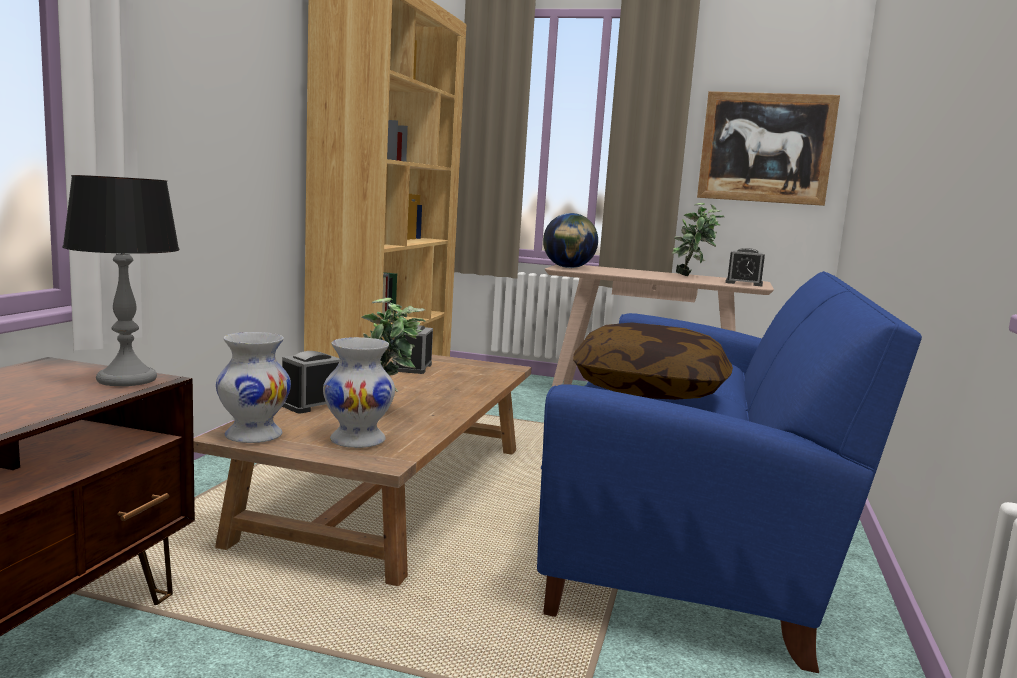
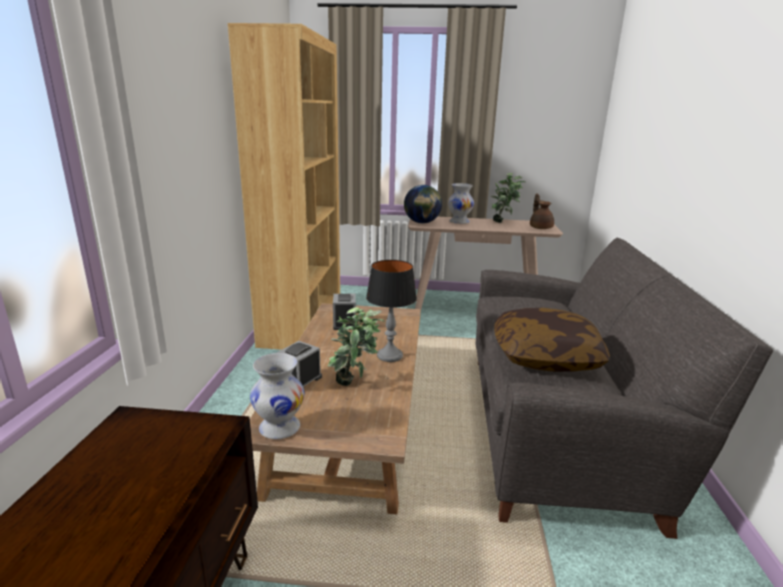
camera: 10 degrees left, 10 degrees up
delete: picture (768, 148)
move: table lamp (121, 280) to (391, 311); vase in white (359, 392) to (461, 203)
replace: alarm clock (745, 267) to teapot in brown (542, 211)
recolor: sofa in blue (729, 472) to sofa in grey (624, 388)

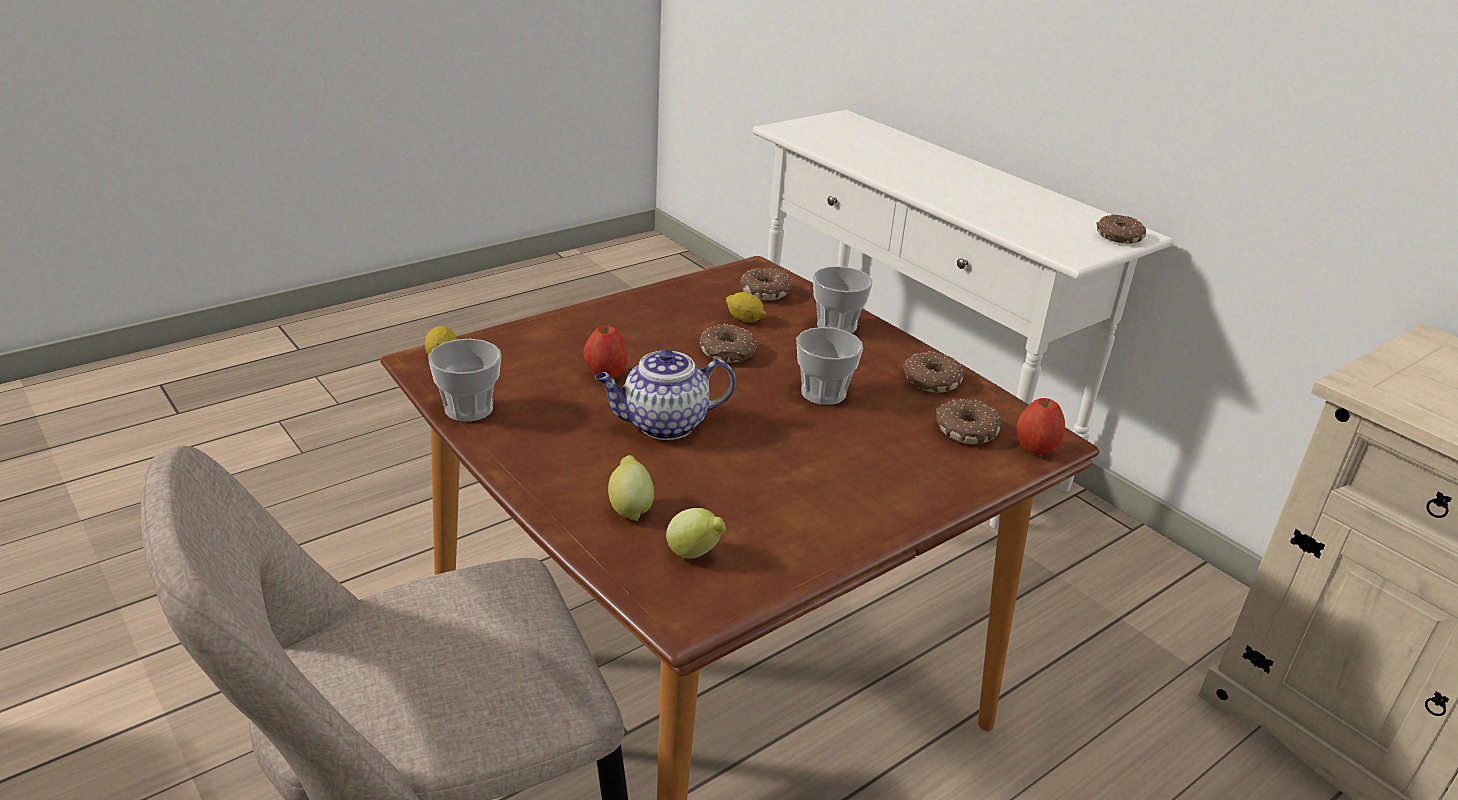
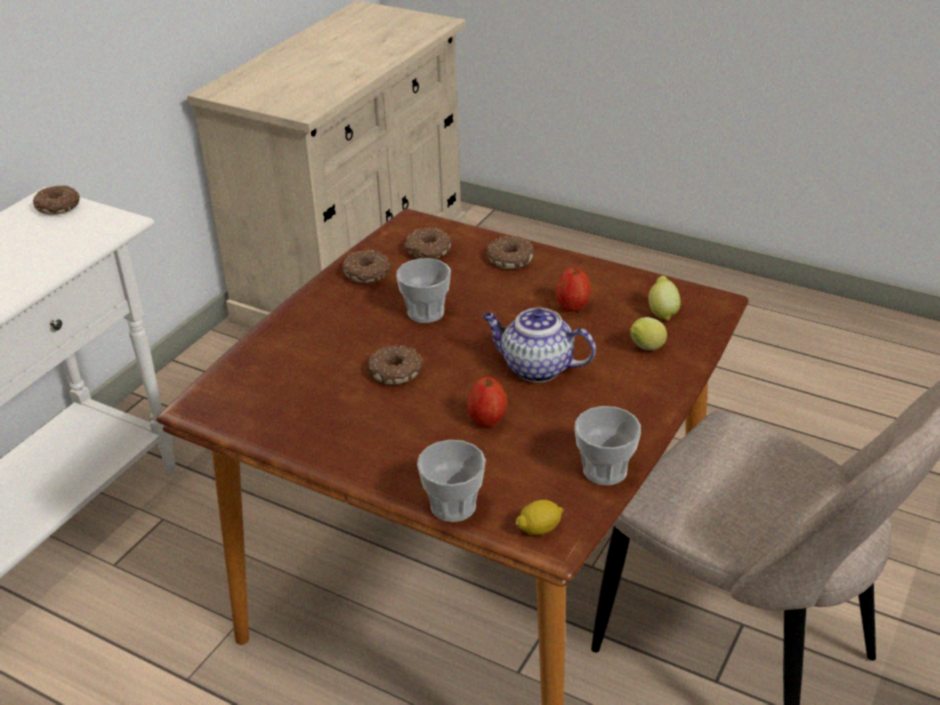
camera: 110 degrees left, 5 degrees up
delete: lemon (746, 307)
move: cup (843, 299) to (451, 481); donut (766, 284) to (510, 252); apple (1041, 426) to (574, 289)
rotate: teapot (665, 394) = (539, 345) 150 degrees clockwise

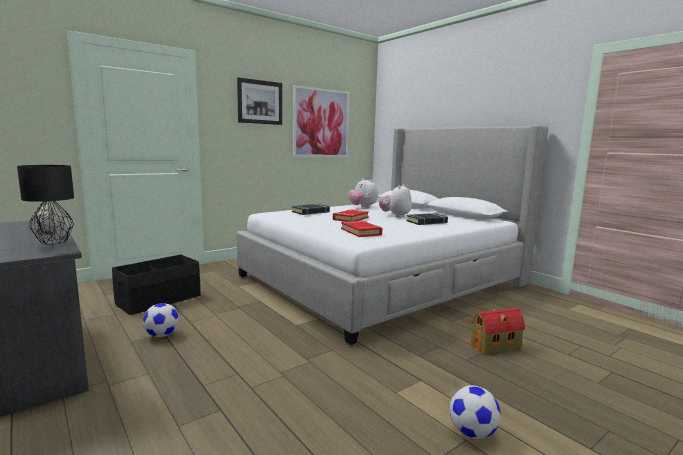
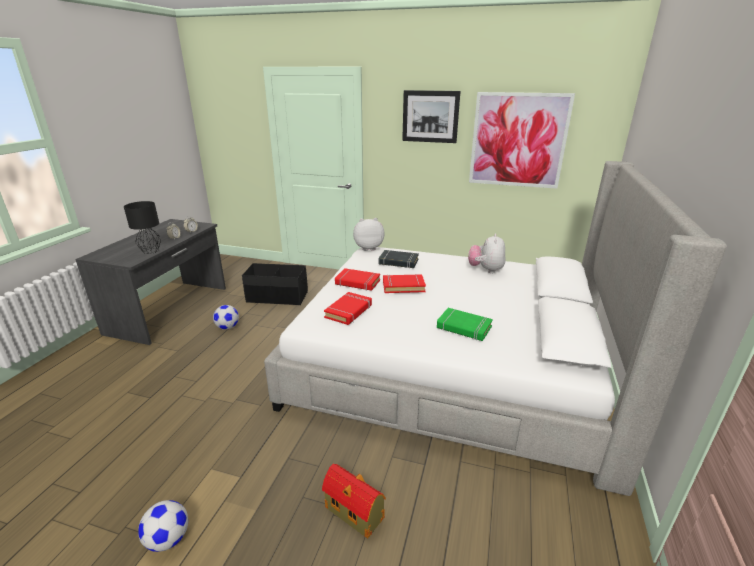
camera: 55 degrees right, 15 degrees up
insert: book in red (357, 279)
move: plush toy (395, 201) to (369, 234)
recolor: book in black (427, 219) to book in green (465, 324)

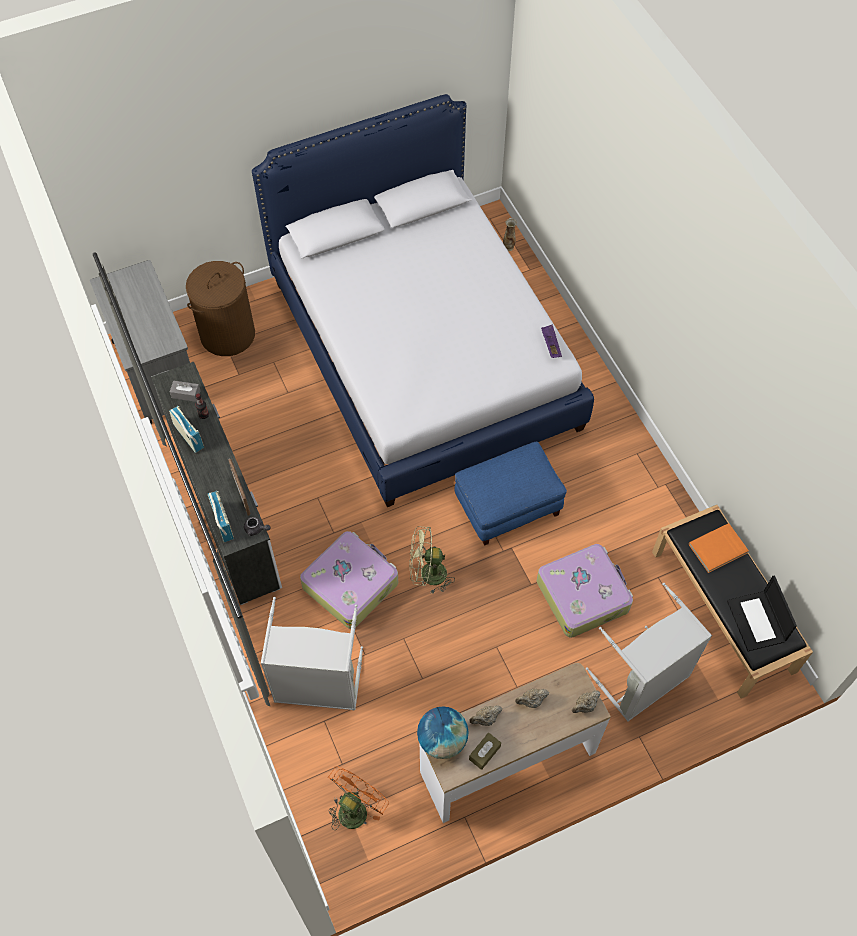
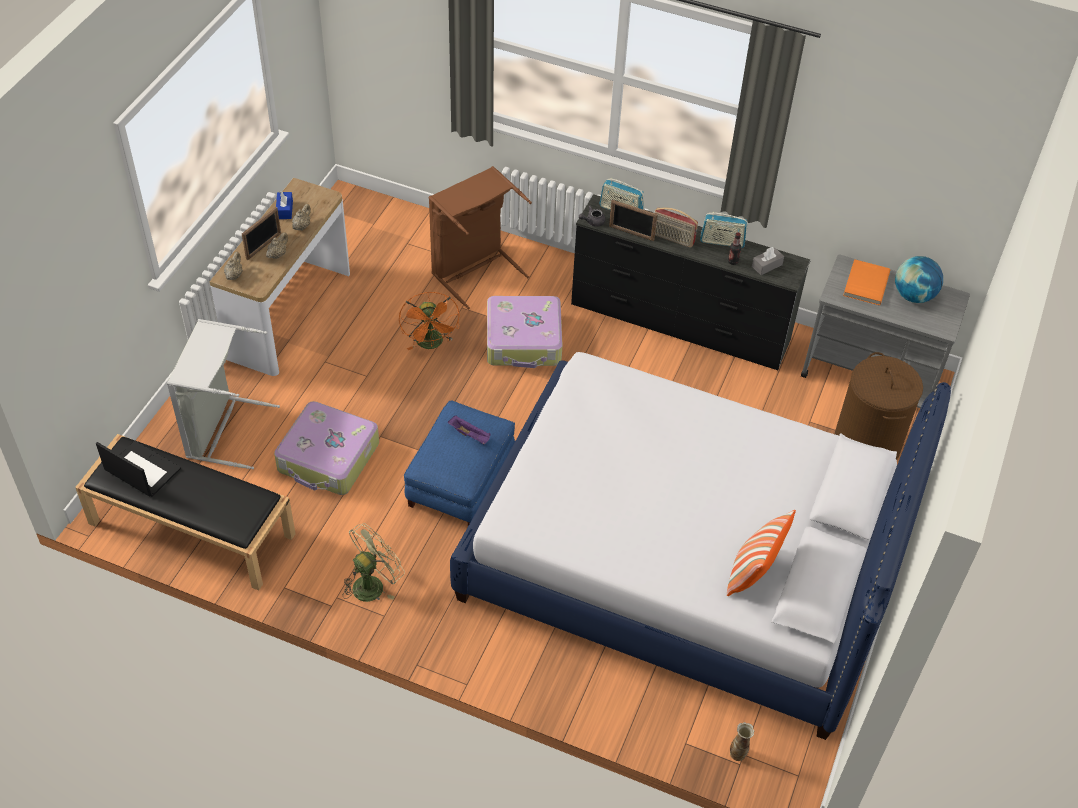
camera: 135 degrees right, 10 degrees down
insert: picture frame (261, 233); radio (676, 228); pillow (761, 553)
move: tray in purple (551, 341) to (469, 430); book in orange (719, 548) to (866, 282); fan in green (432, 560) to (374, 562); globe (443, 732) to (919, 279); fan in orange (358, 798) to (429, 321)
recolor: dresser in white (216, 483) to dresser in black (691, 282); laundry basket in grey (312, 653) to laundry basket in brown (480, 237); tissue box in brown (485, 751) to tissue box in blue (284, 205)

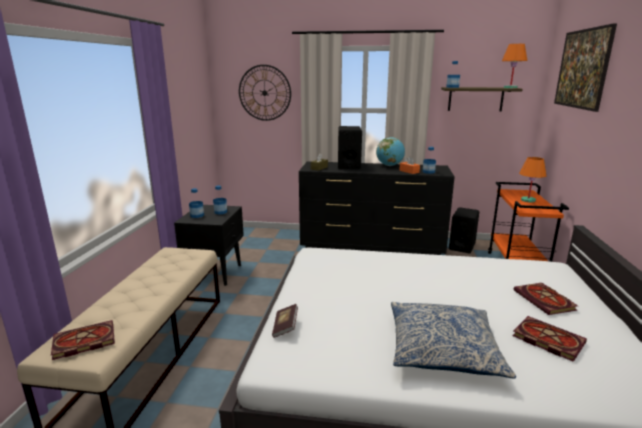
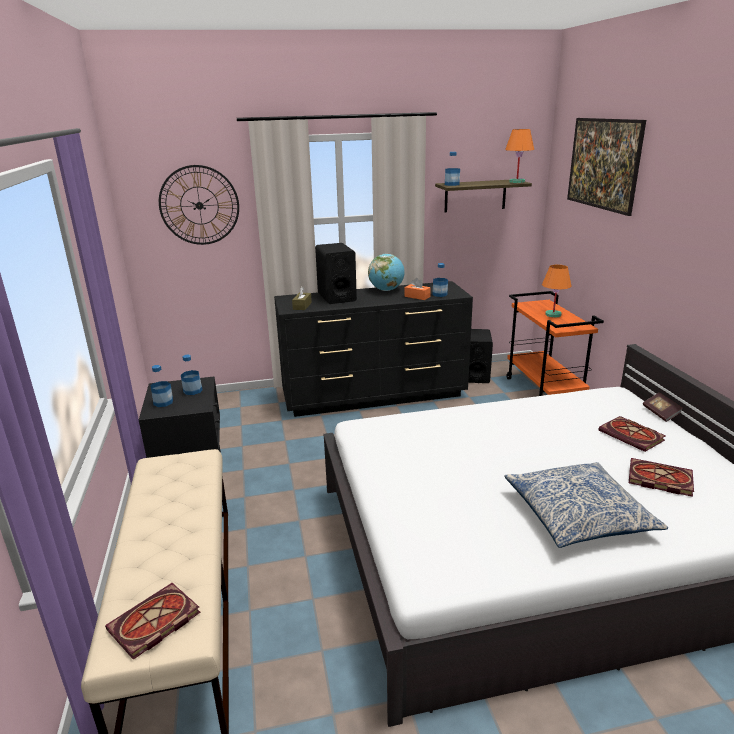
camera: 20 degrees left, 5 degrees up
move: book (285, 321) to (662, 407)

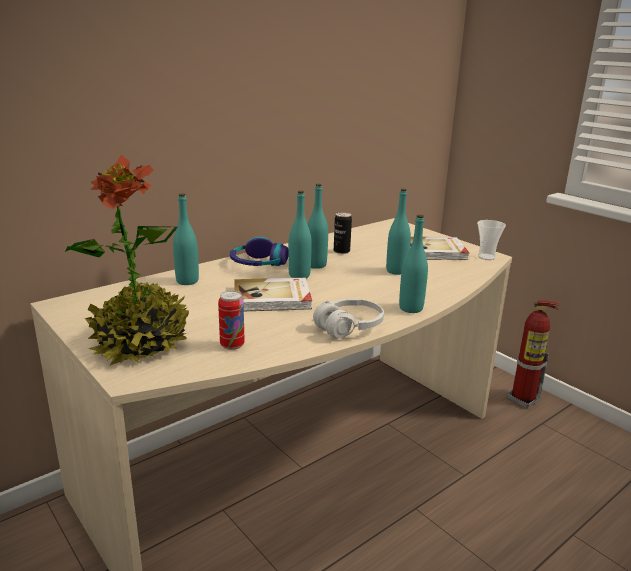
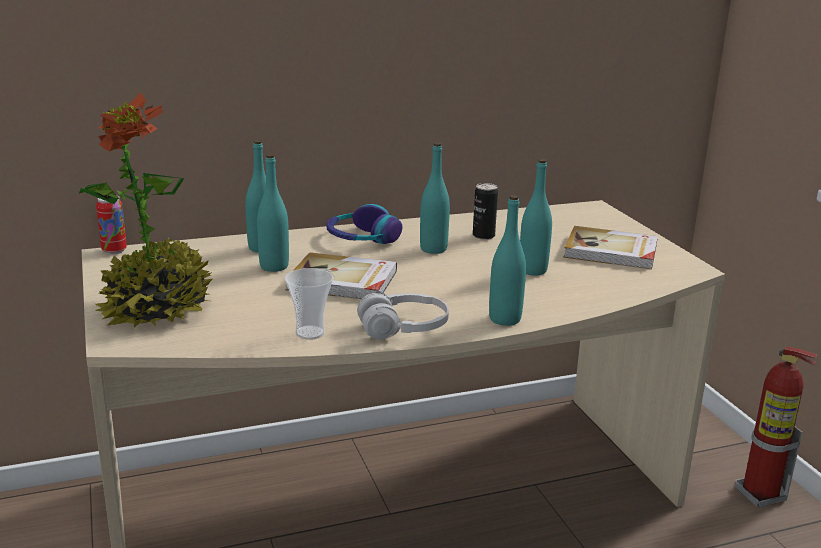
camera: 20 degrees right, 0 degrees up
move: bottle in turquoise (300, 234) to (273, 213); cup (491, 240) to (309, 304); can (231, 320) to (111, 224)

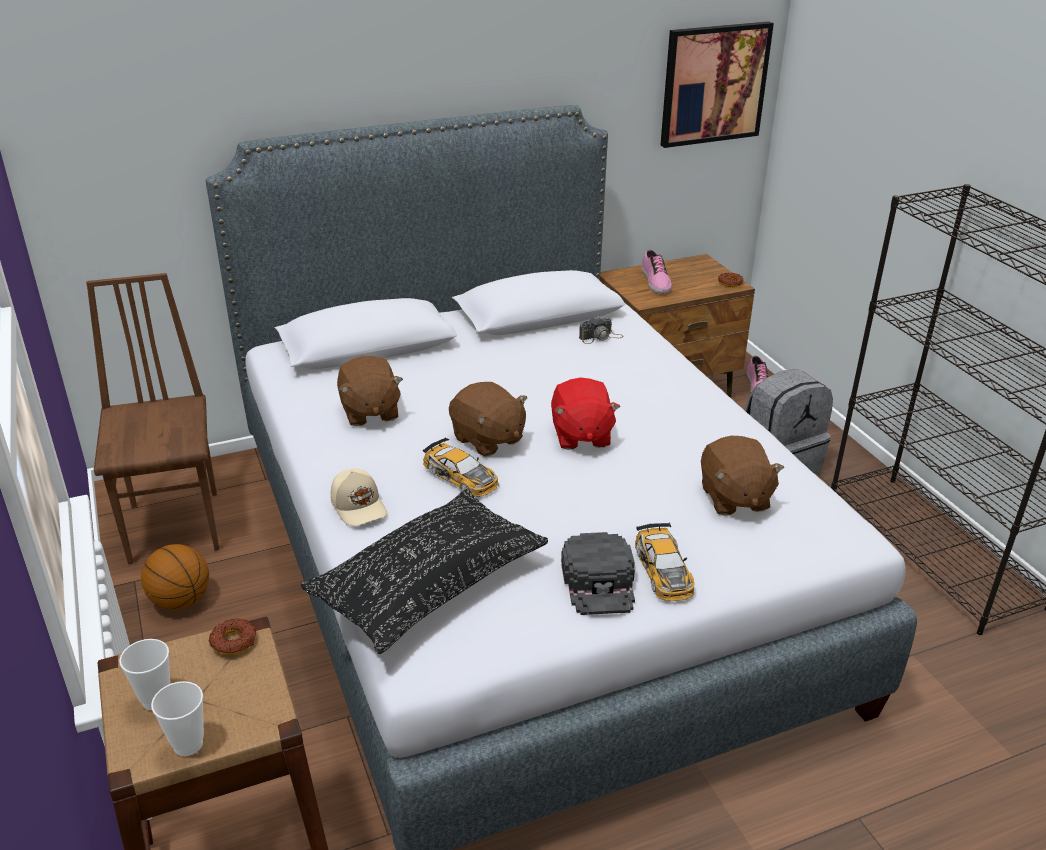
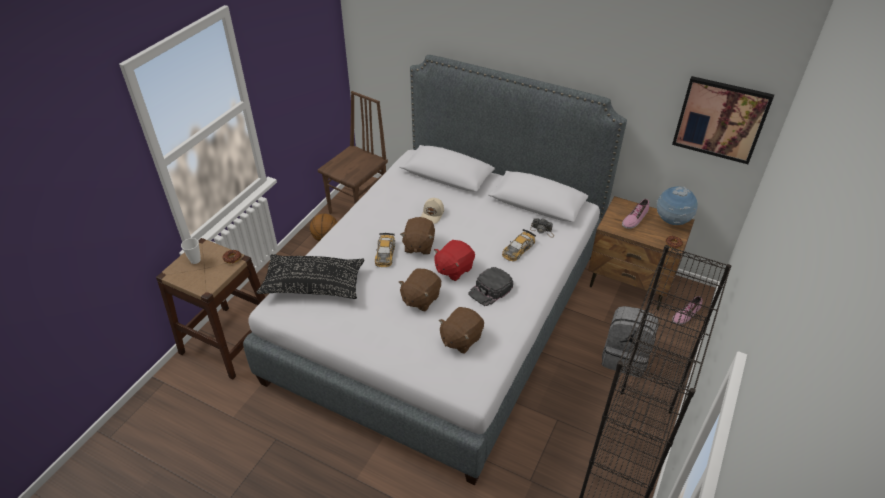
camera: 50 degrees right, 10 degrees up
delete: cup (177, 718)
insert: globe (677, 205)
move: plush toy in brown (370, 391) to (420, 290); cap in beige (359, 497) to (432, 211); toy car (664, 562) to (519, 245); cap in black (598, 573) to (490, 286)

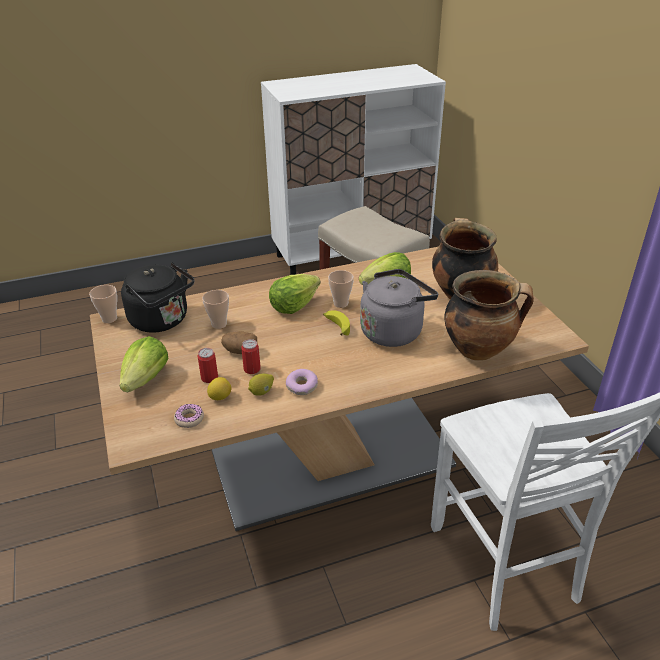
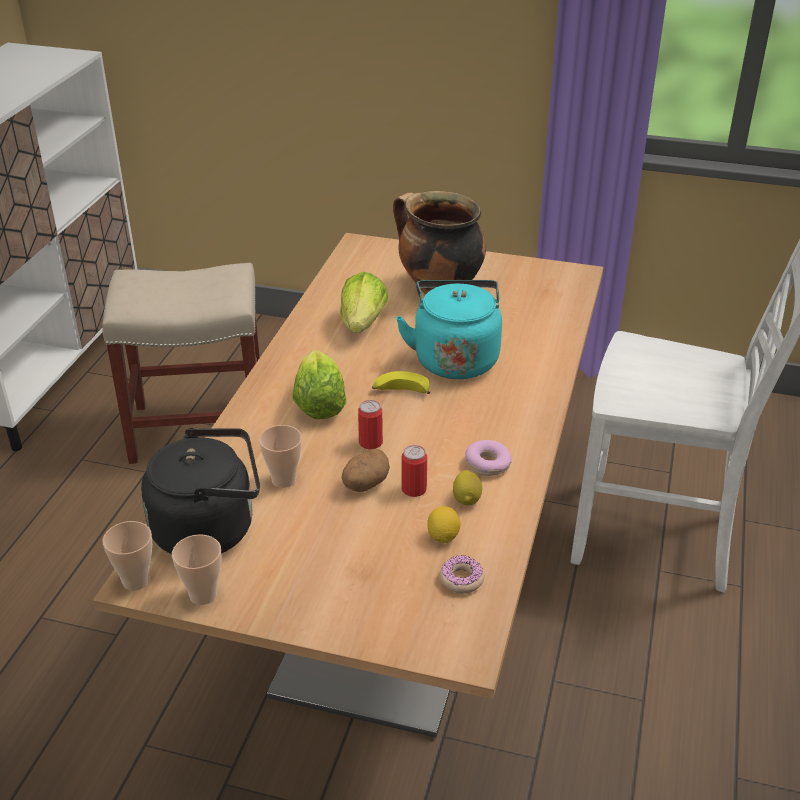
camera: 55 degrees left, 0 degrees up
delete: cooking pot (489, 315); lettuce (143, 364)
move: cup (341, 289) to (196, 569); can (208, 365) to (370, 424)
recolor: kettle in grey (399, 308) to kettle in turquoise (449, 329)

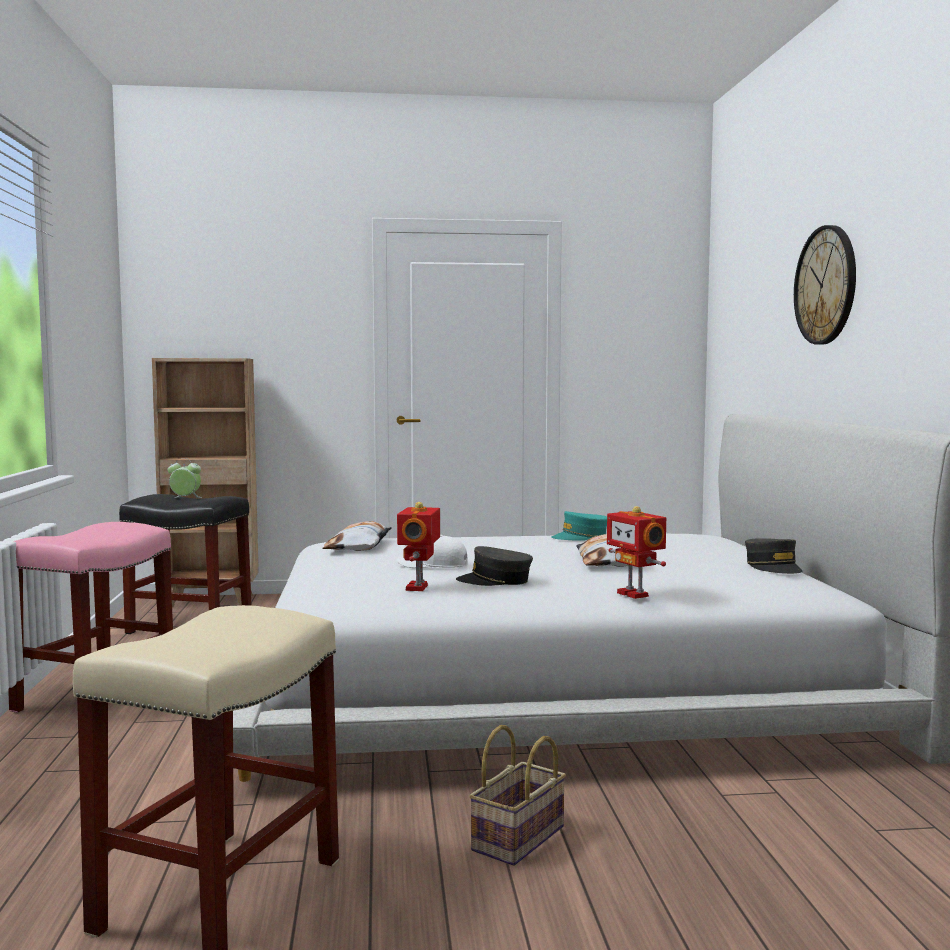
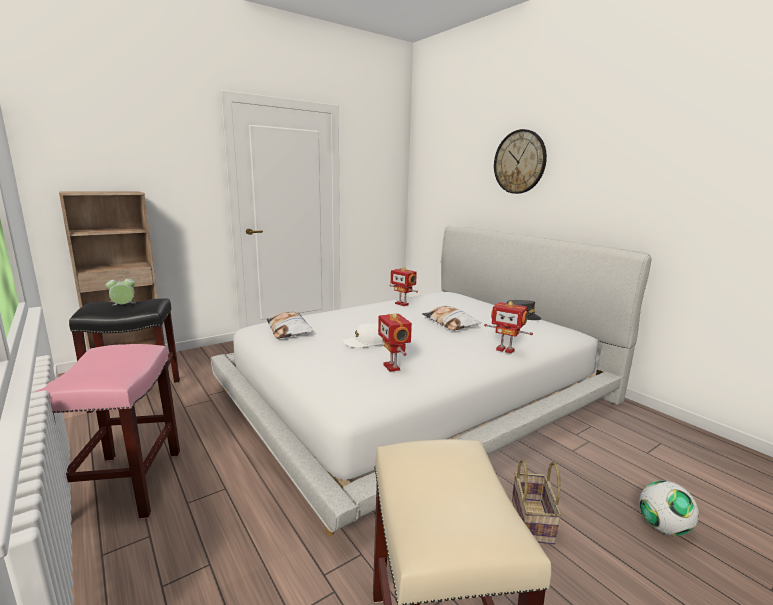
camera: 30 degrees left, 10 degrees up
delete: cap in grey (494, 566)
insert: football (669, 508)
replace: cap in turquoise (579, 526) to toy robot (403, 286)

